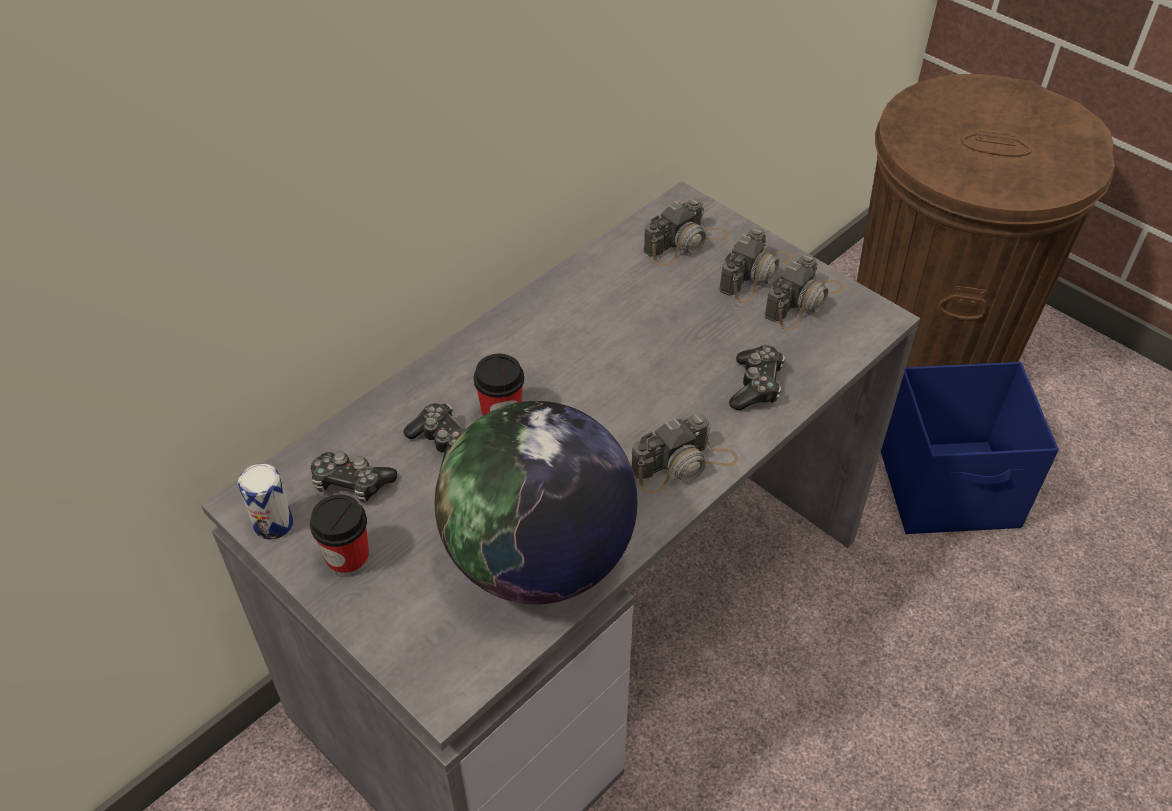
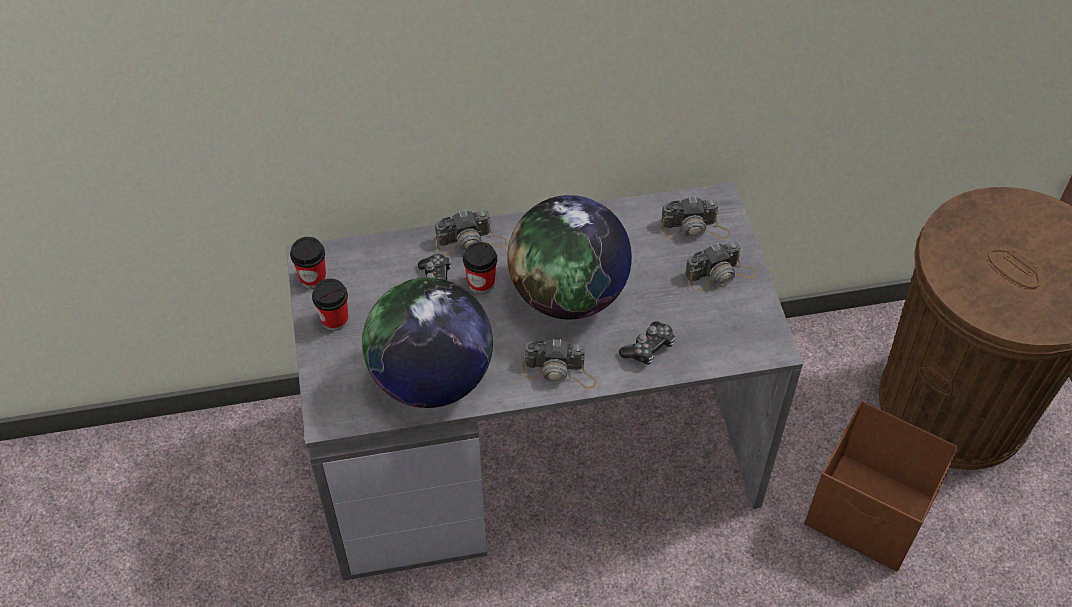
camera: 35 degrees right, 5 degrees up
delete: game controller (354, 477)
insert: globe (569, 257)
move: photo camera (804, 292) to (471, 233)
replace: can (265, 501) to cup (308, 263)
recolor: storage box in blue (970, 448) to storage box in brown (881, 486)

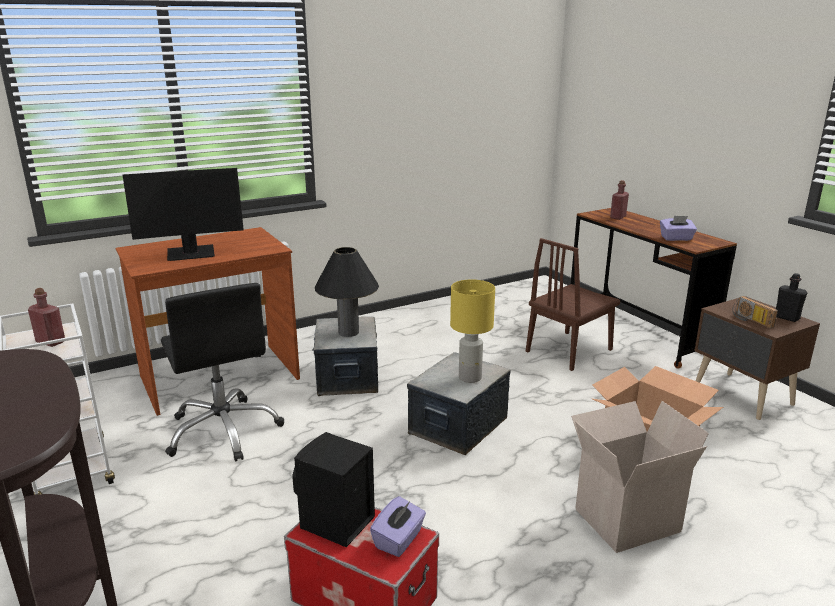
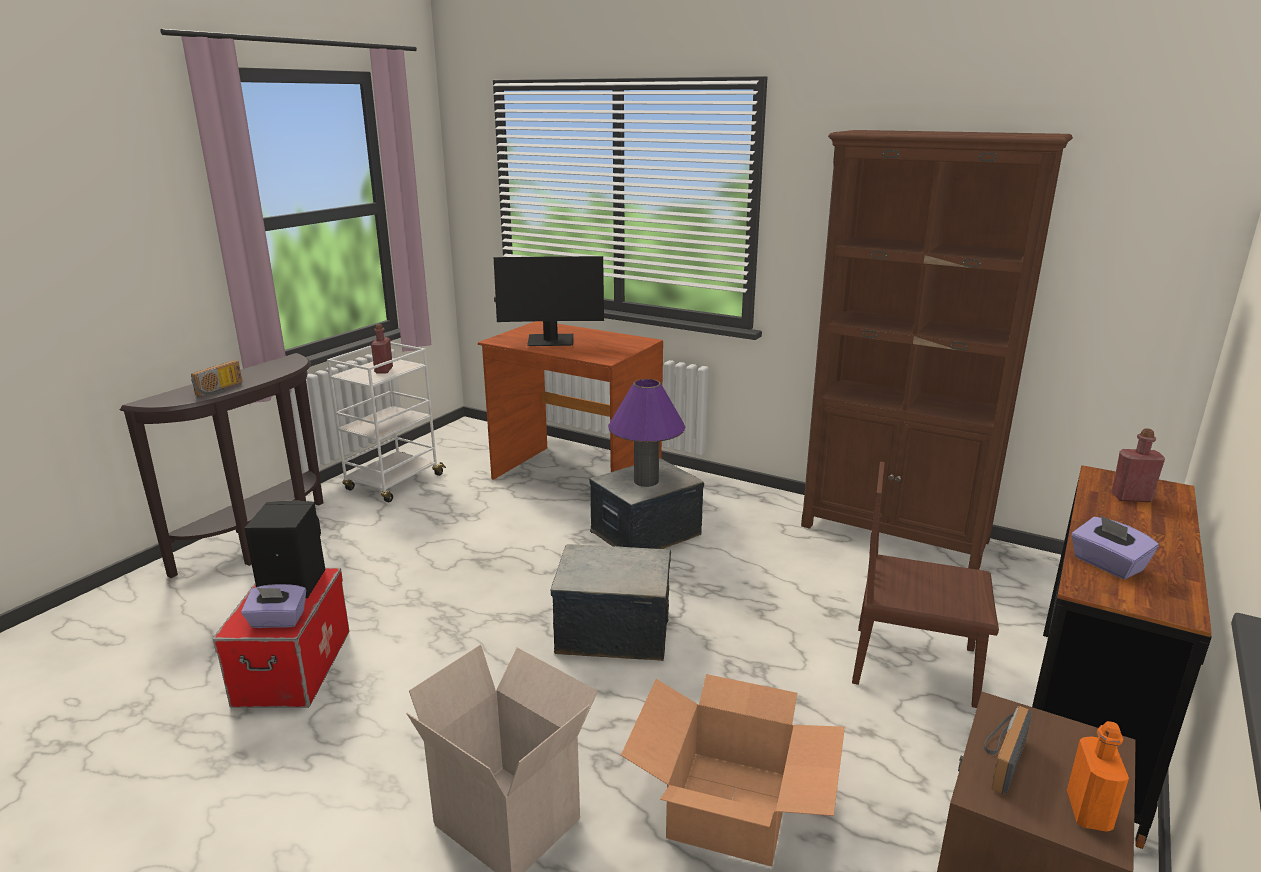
camera: 60 degrees right, 0 degrees up
delete: table lamp in yellow (472, 331); office chair in black (222, 372)
insert: bookcase in brown (937, 350); radio (216, 378)
recolor: table lamp in black (347, 292) to table lamp in purple (646, 433); bottle in black (791, 297) to bottle in orange (1098, 776)
rotate: monitor (183, 214) = (549, 301) 45 degrees counterclockwise

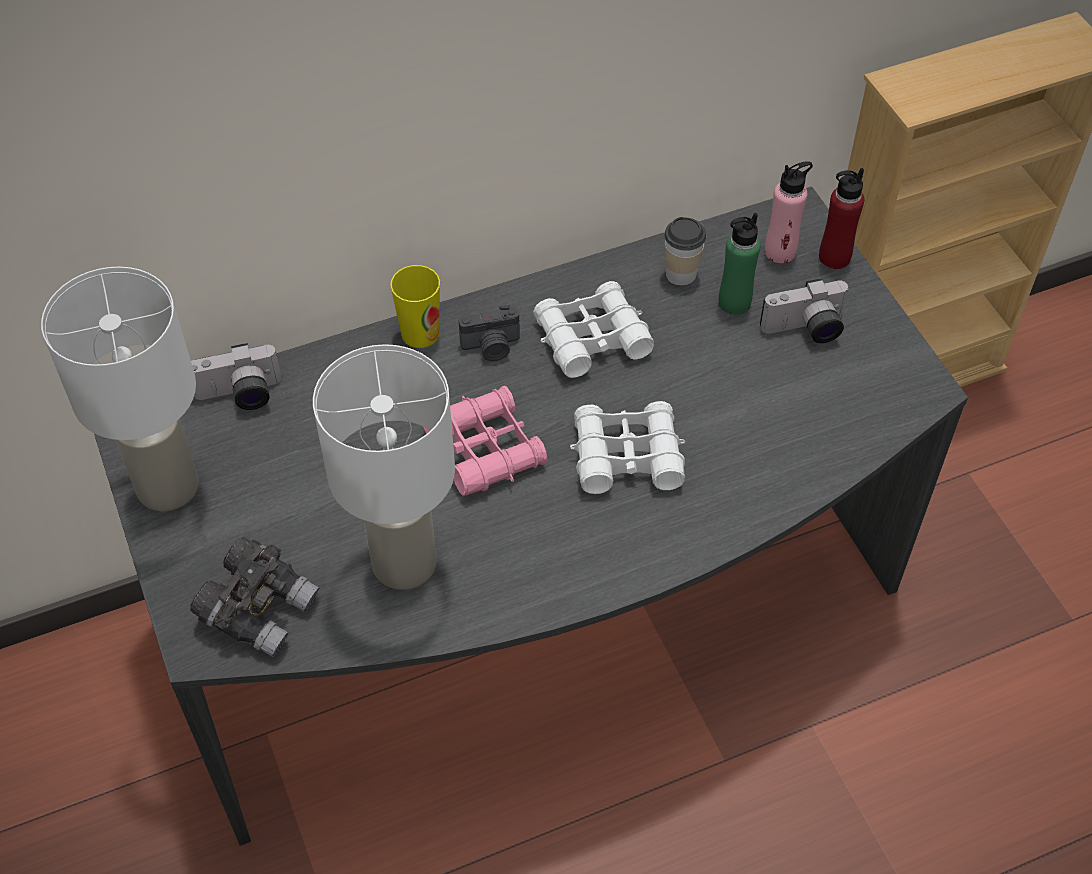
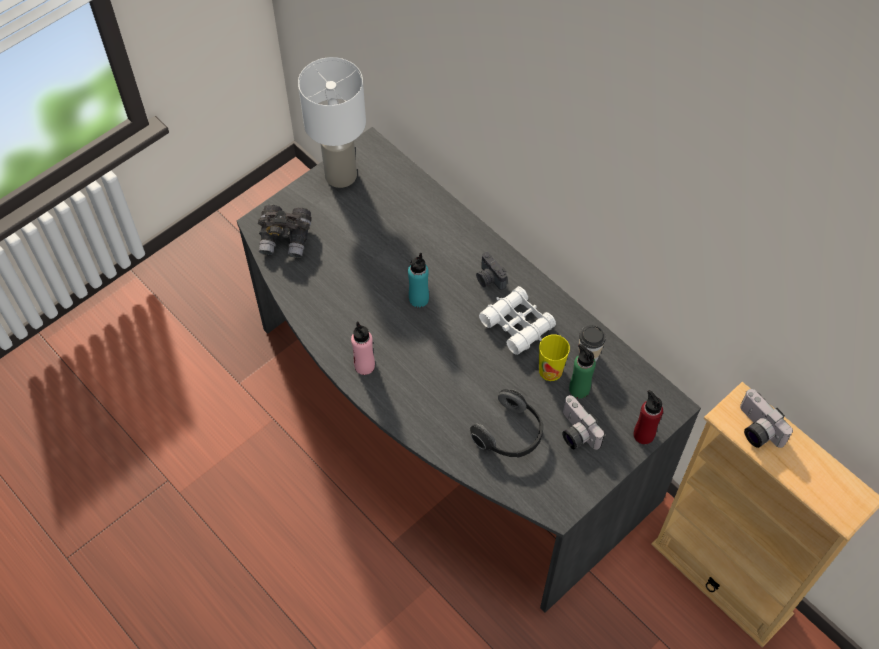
camera: 70 degrees right, 5 degrees up
delete: table lamp in white (384, 467); binoculars in white (628, 447)
insert: headphones (506, 423)
move: bottle in pink (789, 212) to (363, 348); cup (415, 306) to (554, 358); photo camera (236, 376) to (766, 418)
replace: binoculars in pink (486, 441) to bottle in turquoise (418, 280)

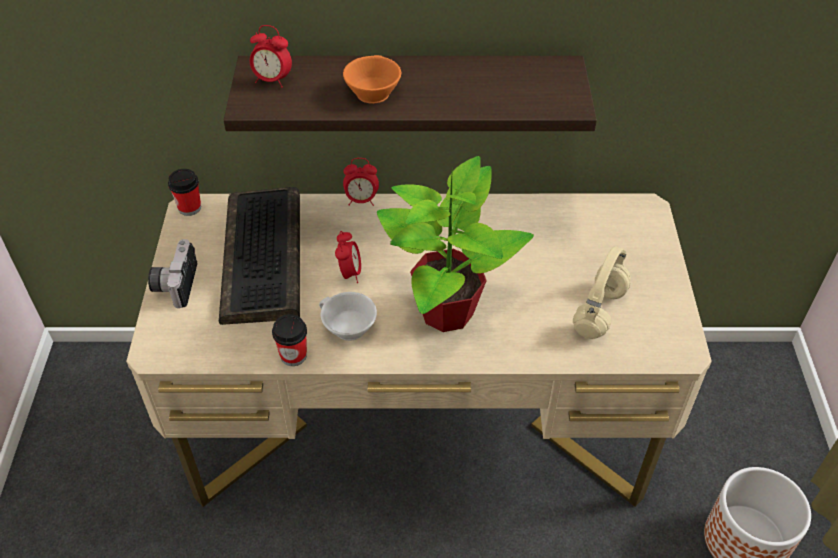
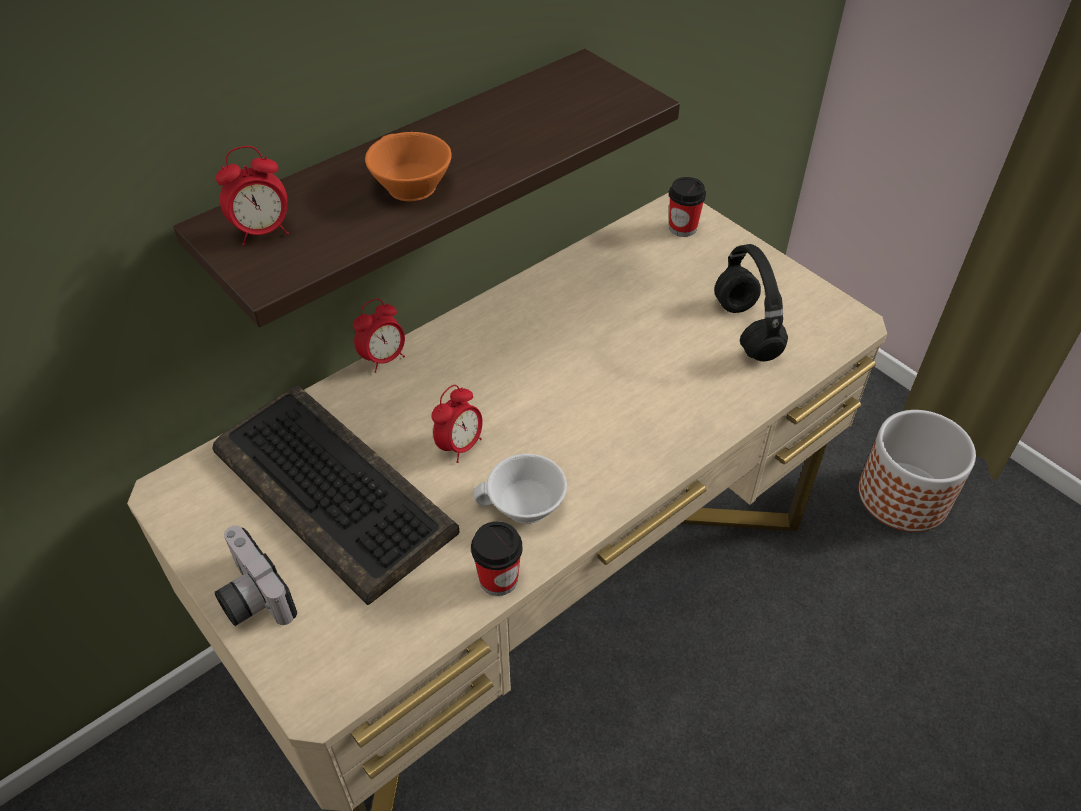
camera: 40 degrees left, 0 degrees up
delete: potted plant (455, 244)
move: cup (184, 192) to (687, 207)
recolor: headphones in beige (602, 292) to headphones in black (751, 302)
rotate: alarm clock (348, 257) = (457, 424) 75 degrees clockwise

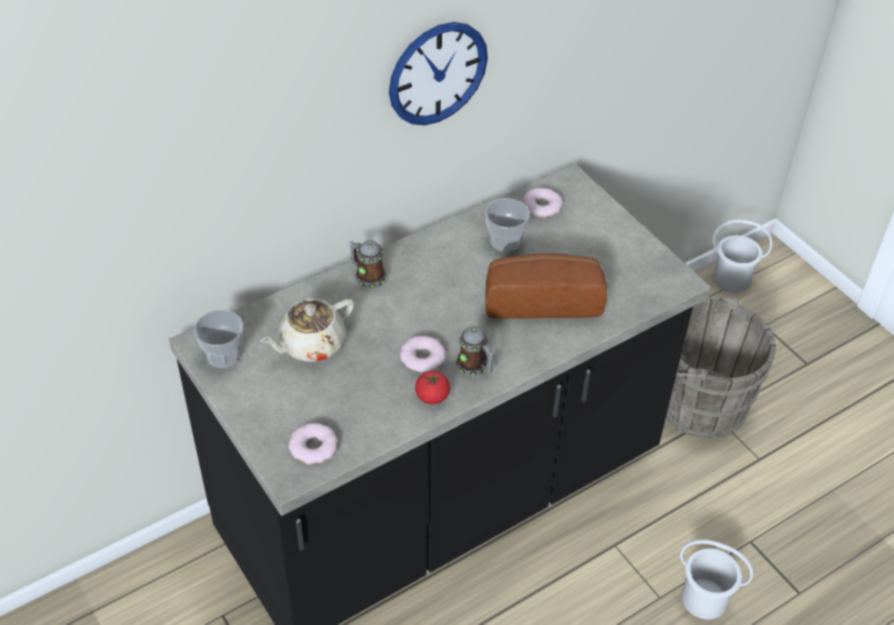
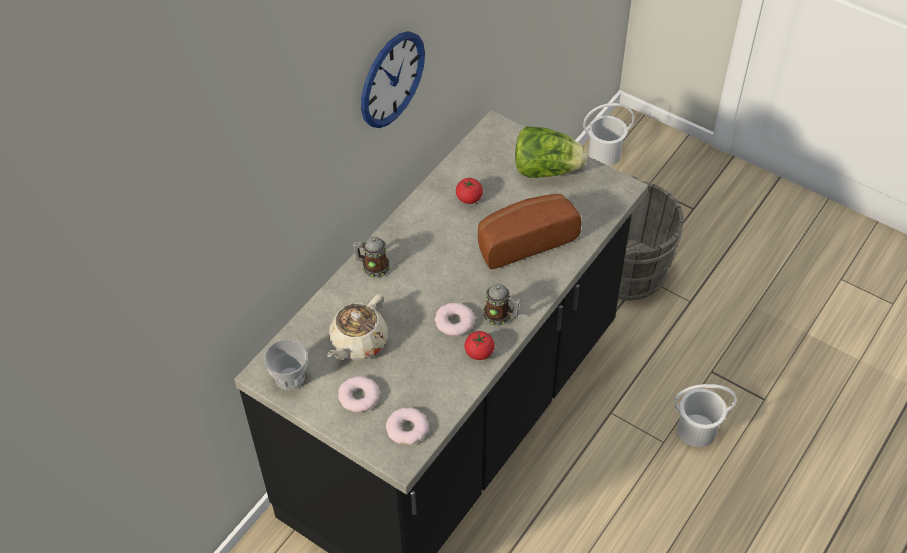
camera: 20 degrees left, 5 degrees up
insert: lettuce (551, 152)
move: donut (542, 202) to (358, 394)
replace: cup (507, 225) to tomato (469, 191)

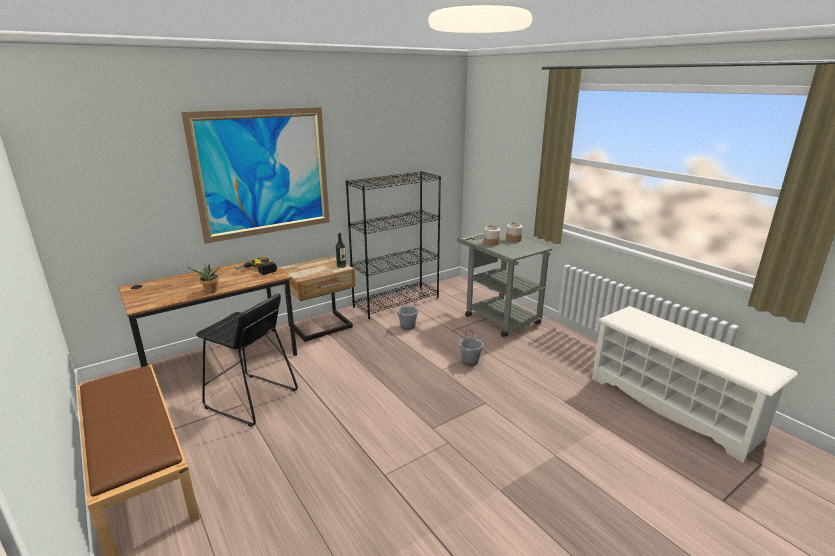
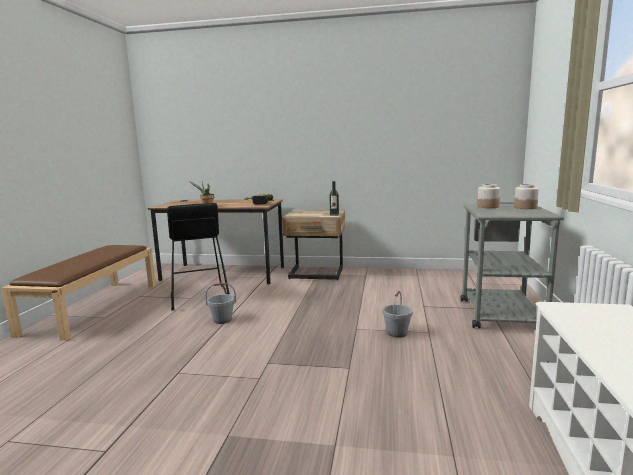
camera: 45 degrees right, 10 degrees down
delete: picture (255, 175); bookcase in black (393, 245)
move: bucket in grey (407, 314) to (220, 303)

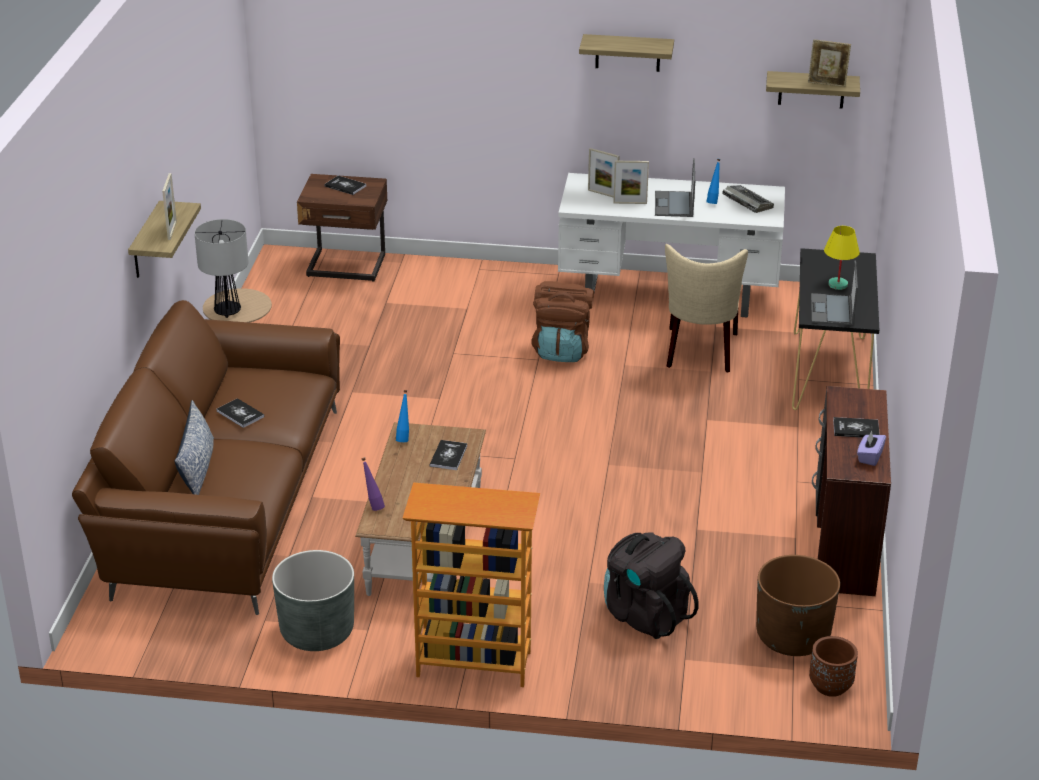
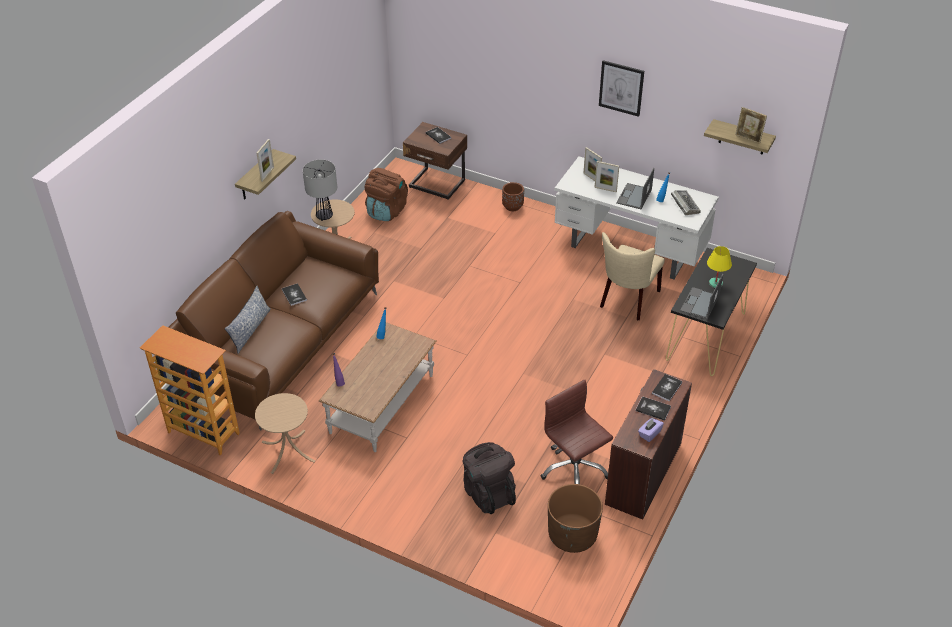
camera: 20 degrees right, 10 degrees up
insert: office chair in brown (576, 432)
move: backpack in brown (562, 321) to (386, 194); book (448, 455) to (667, 388); bookcase (471, 584) to (190, 390); planter in brown (833, 666) to (513, 196)
replace: shelf (626, 53) to picture (621, 88); planter in grey (313, 600) to side table in beige (285, 433)

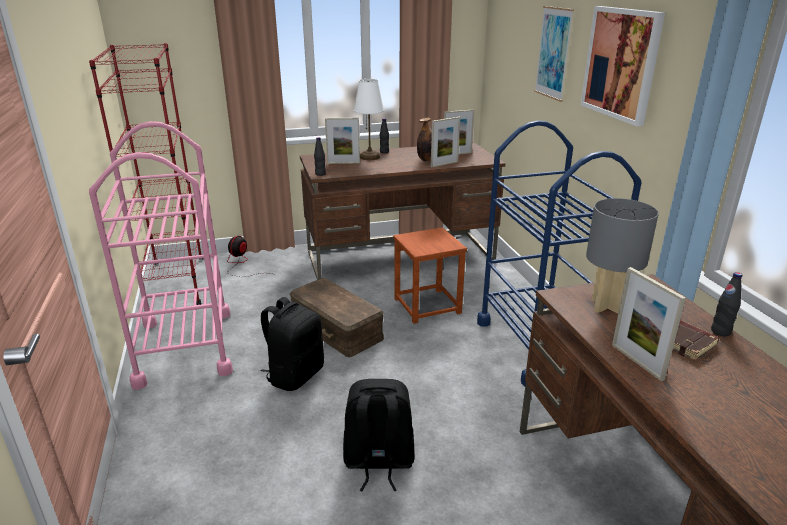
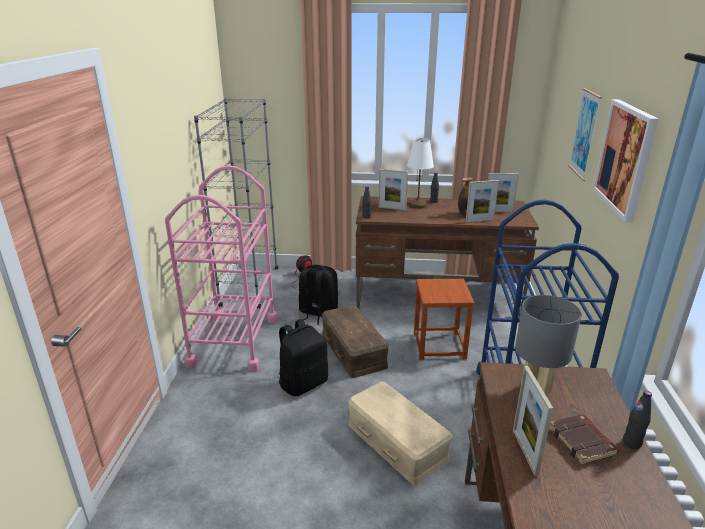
camera: 20 degrees right, 0 degrees up
insert: storage box in beige (400, 433)
move: backpack in black (379, 435) to (318, 294)
recolor: bookcase in red (146, 177) to bookcase in grey (236, 203)

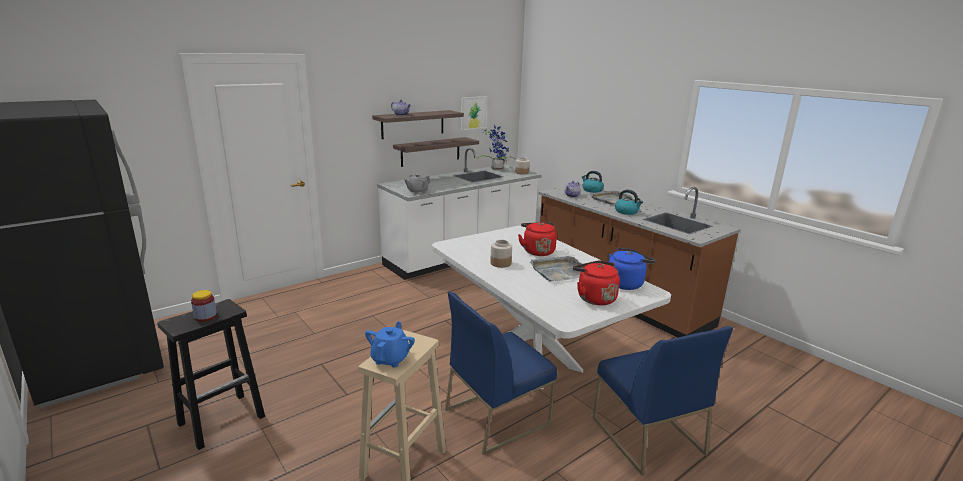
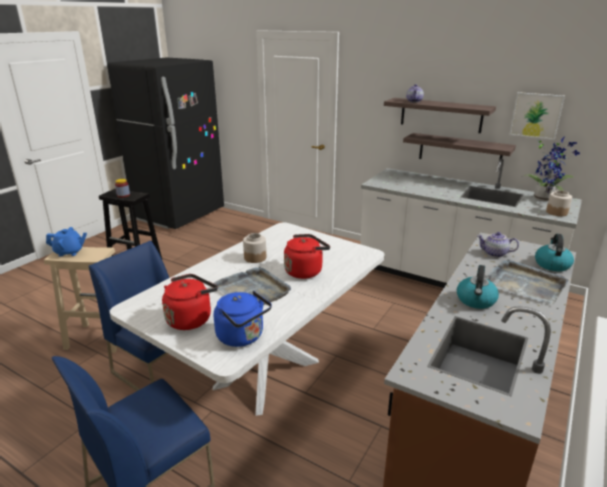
camera: 70 degrees right, 5 degrees up
delete: teapot in grey (417, 184)

